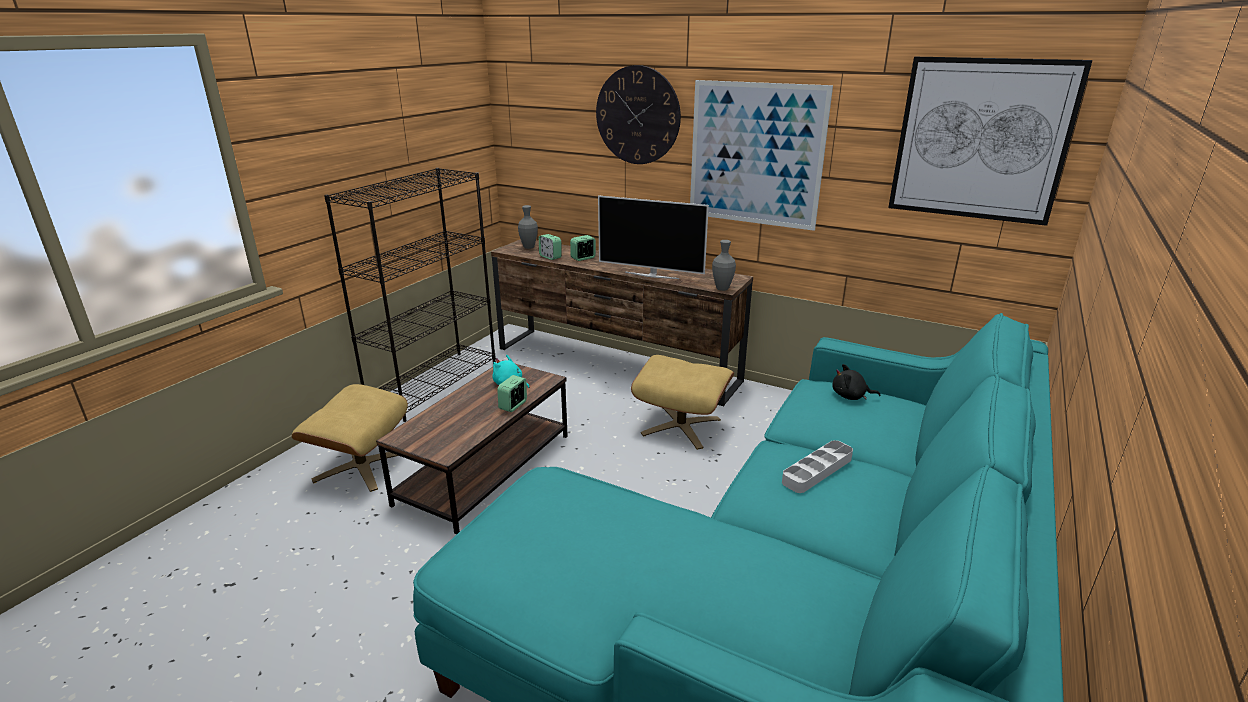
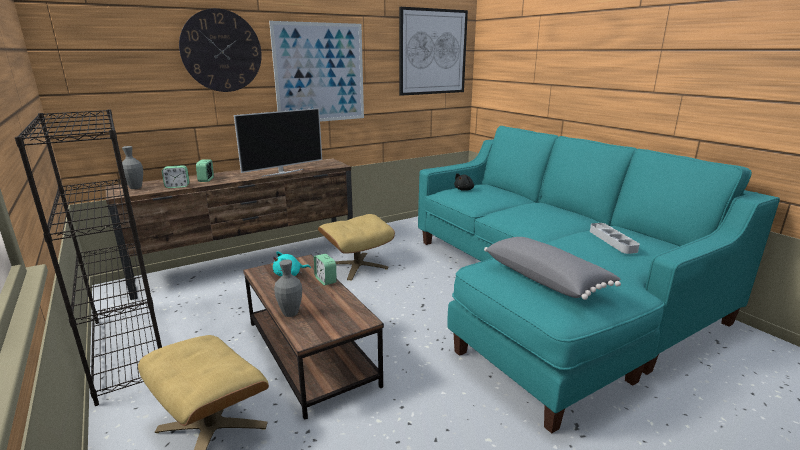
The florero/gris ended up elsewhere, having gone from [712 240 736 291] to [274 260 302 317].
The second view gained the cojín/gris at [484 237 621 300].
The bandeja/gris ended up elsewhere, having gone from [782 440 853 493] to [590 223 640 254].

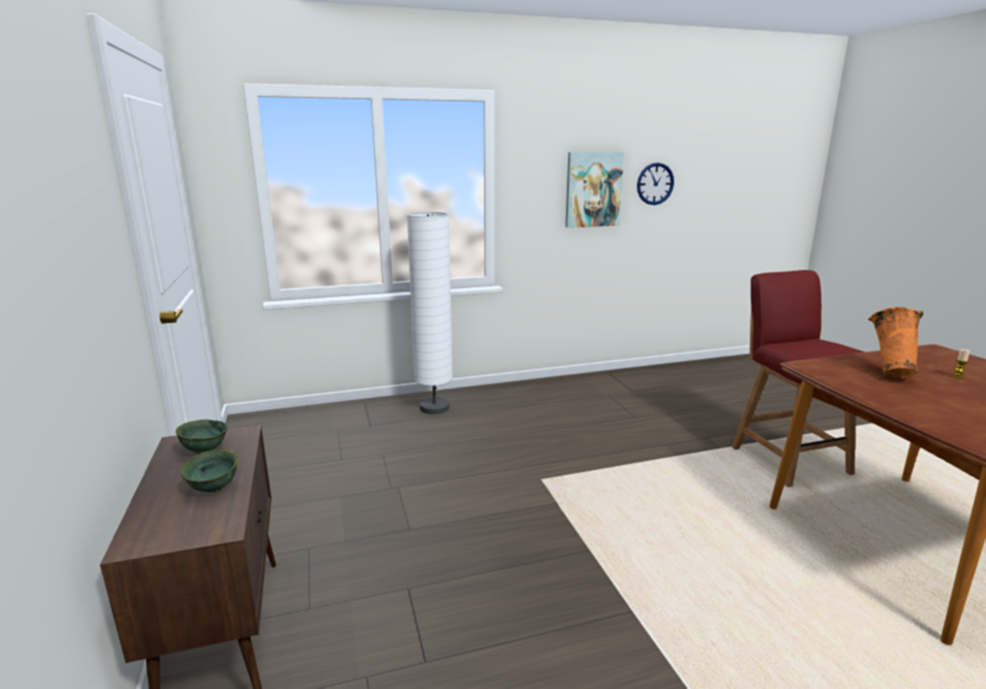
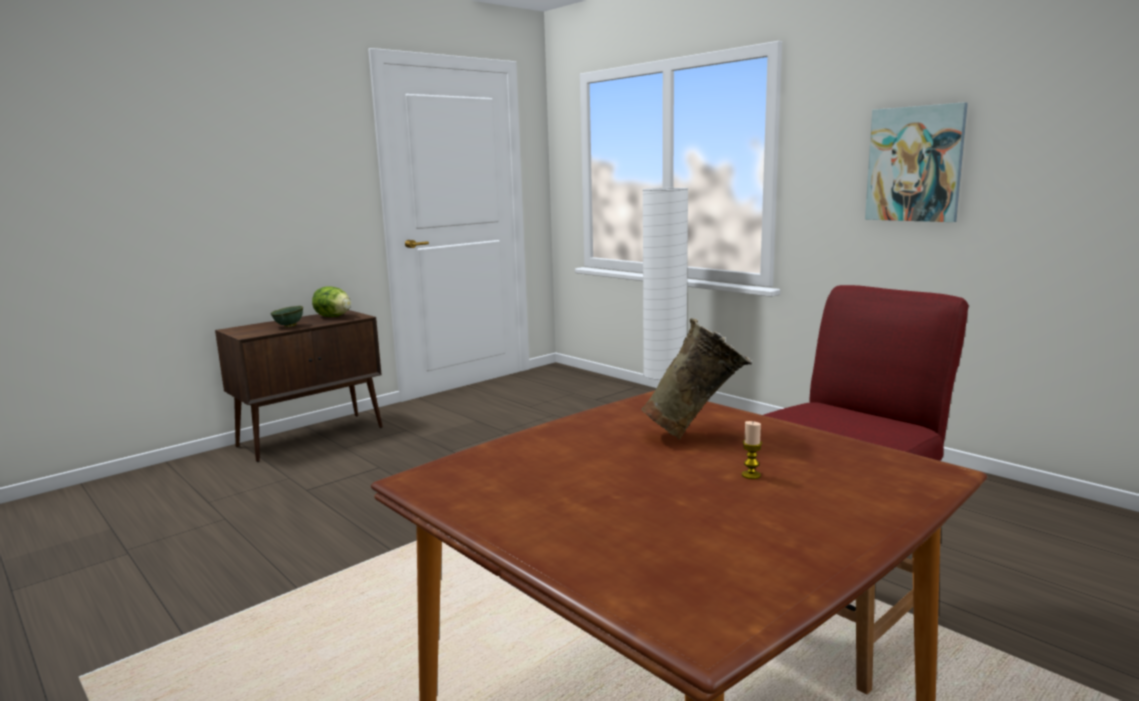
Where the cuenco/verde stood at [176 420 227 454], the lechuga came to stand at [312 286 351 317].
What was the florero/naranja at [868 307 923 378] turned into the florero/beis at [641 318 752 439].
The second view lost the reloj de pared at [637 163 674 205].

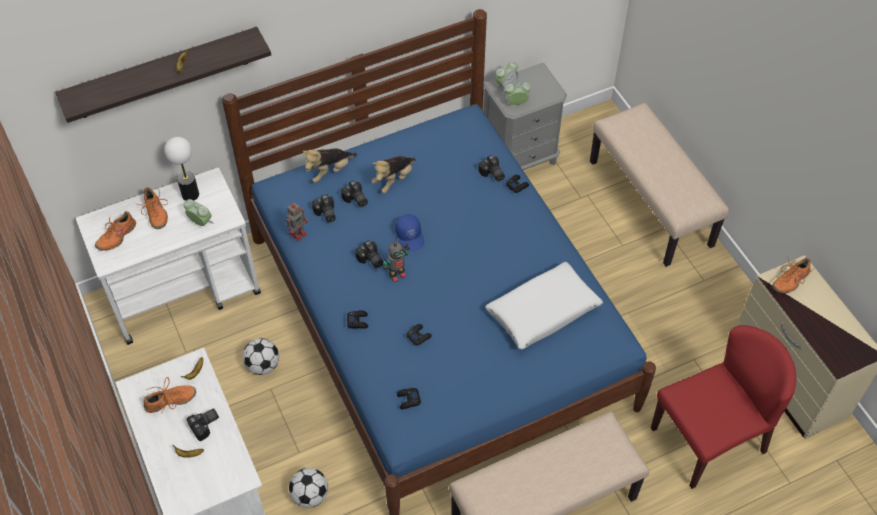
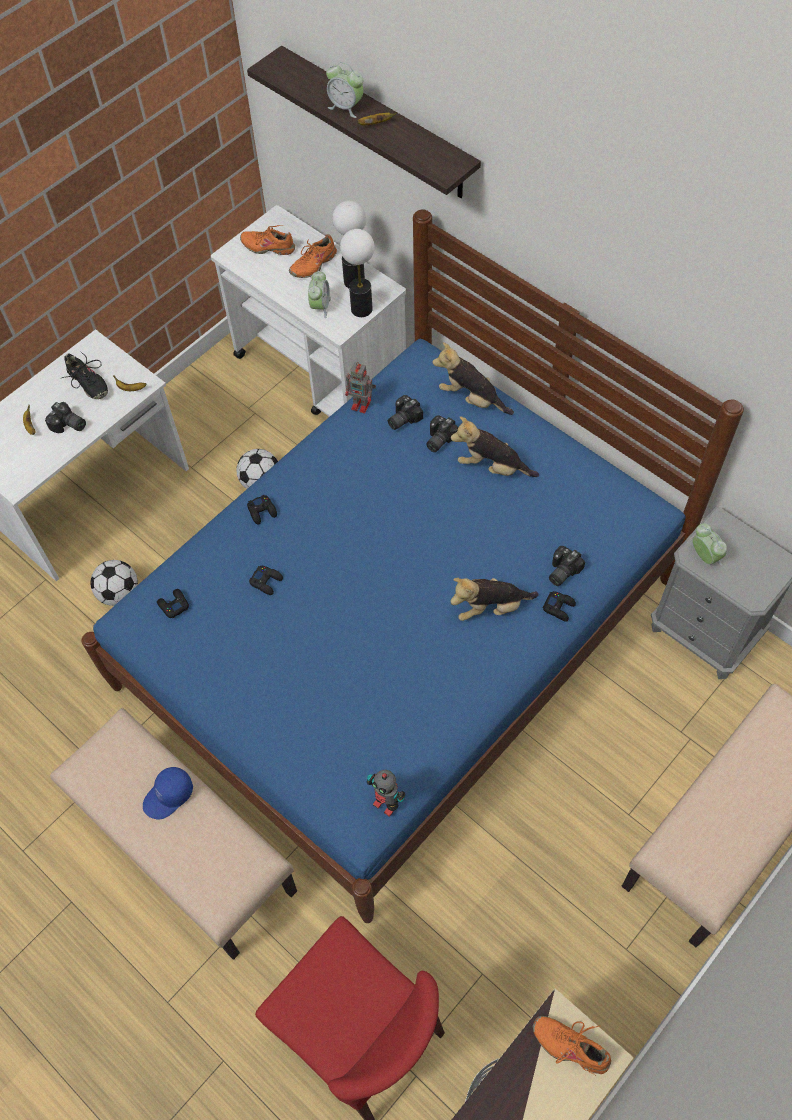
What was the zapato/naranja at [144 377 196 413] turned into the zapato/negro at [62 351 108 399].
The gorra/azul ended up elsewhere, having gone from [395 214 424 251] to [143 767 193 820].
The despertador ended up elsewhere, having gone from [496 62 518 94] to [326 62 364 118].
The second view gained the lámpara de mesa at [340 229 375 317].
The robot de juguete ended up elsewhere, having gone from [383 241 409 282] to [367 770 405 817].
The second view gained the peluche at [450 578 538 621].
The second view lost the cámara at [355 240 383 268].
The second view lost the cojín/blanco at [485 262 603 349].

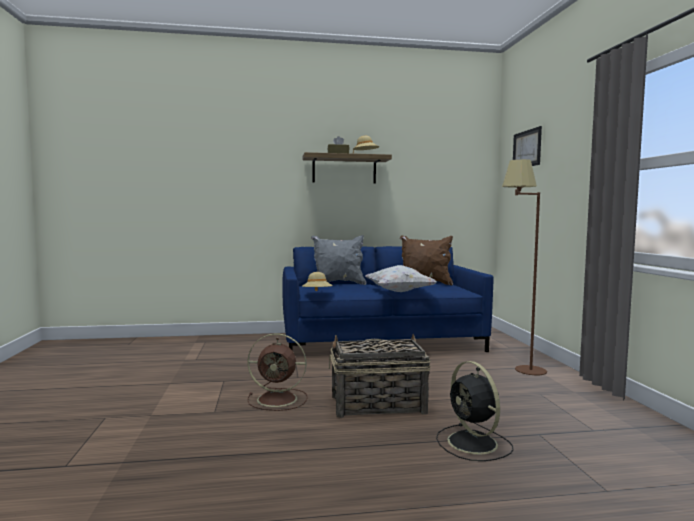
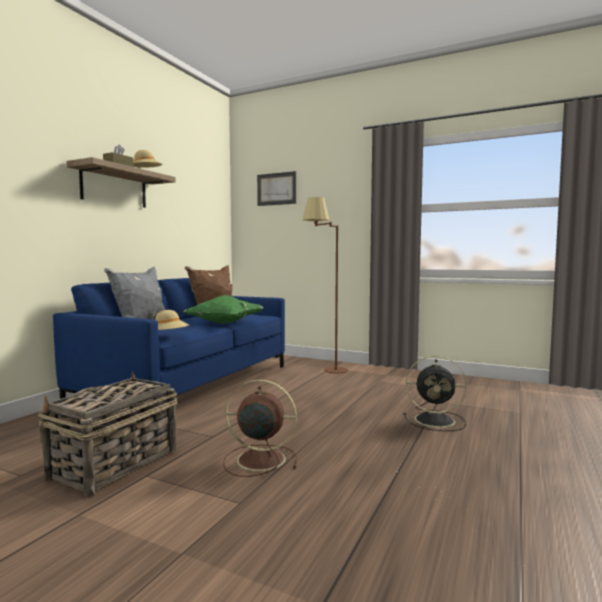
The cesta ended up elsewhere, having gone from [329 334 431 418] to [38 371 177 497].
What was the cojín/blanco at [365 265 437 292] turned into the cojín/verde at [183 295 264 324].
The ventilador/marrón at [247 333 308 411] ended up facing another way, 120 degrees counterclockwise from before.

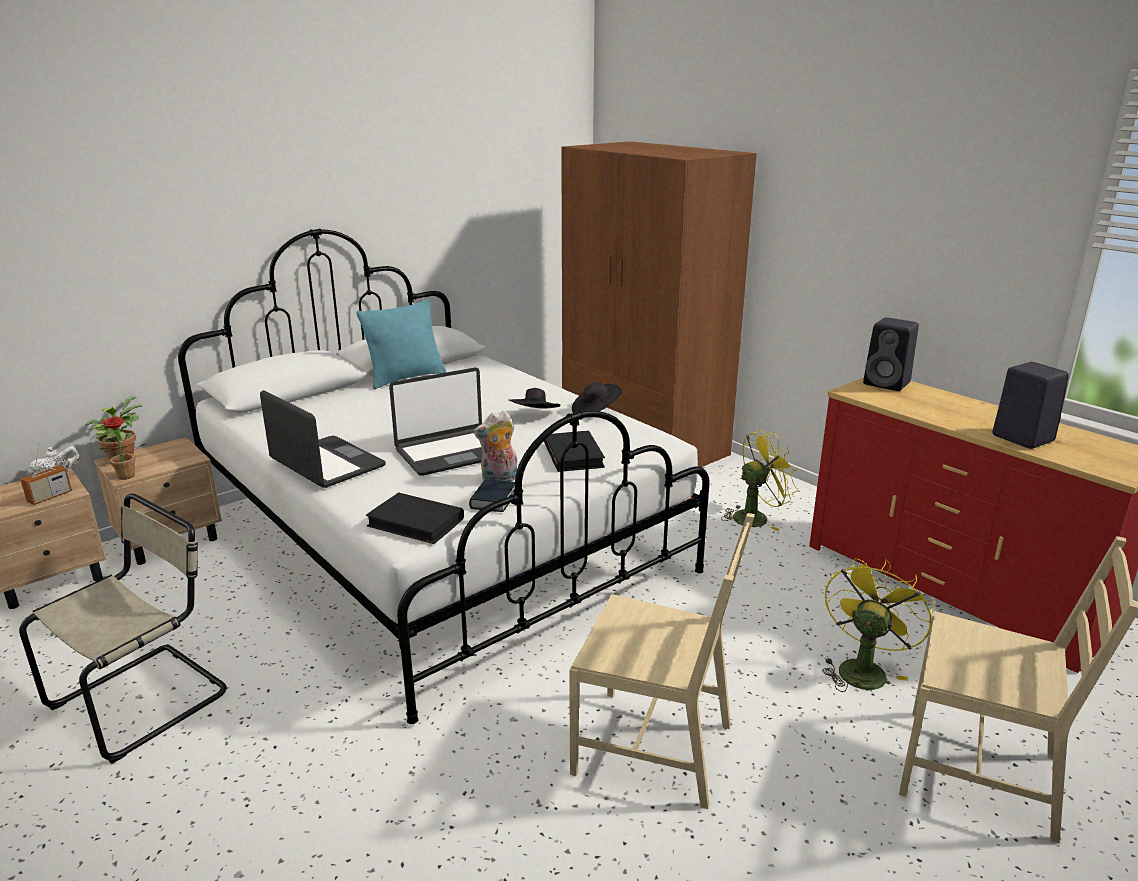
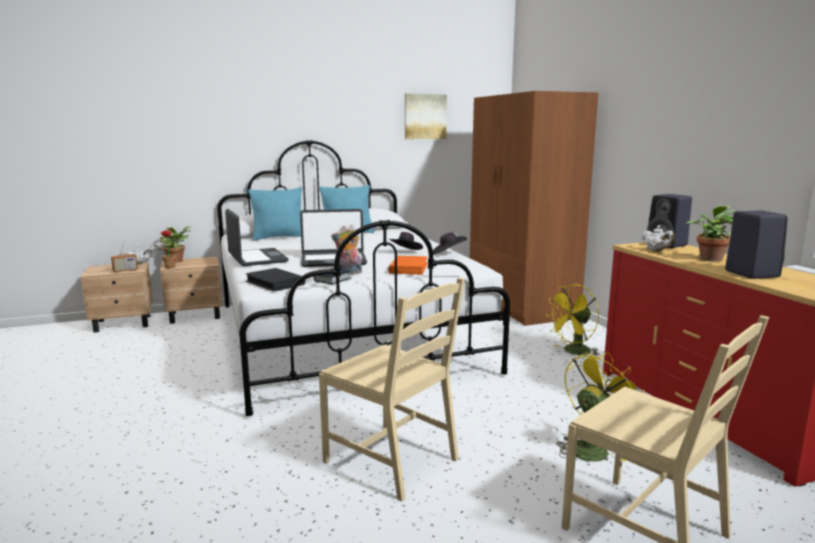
The second view gained the cojín/turquesa at [248 187 302 241].
What was the libro/negro at [544 431 605 472] turned into the libro/naranja at [388 256 428 275].
The second view gained the cuadro at [405 93 447 139].
The ventilador/amarillo at [721 431 798 531] ended up facing another way, 150 degrees clockwise from before.
The second view gained the tetera/blanco at [641 225 674 251].
The second view gained the planta en maceta at [686 205 736 262].
The second view lost the silla/beis at [19 493 227 763].

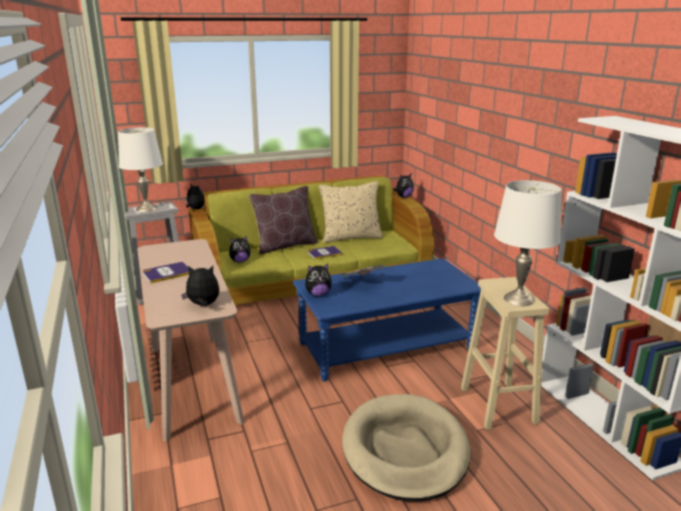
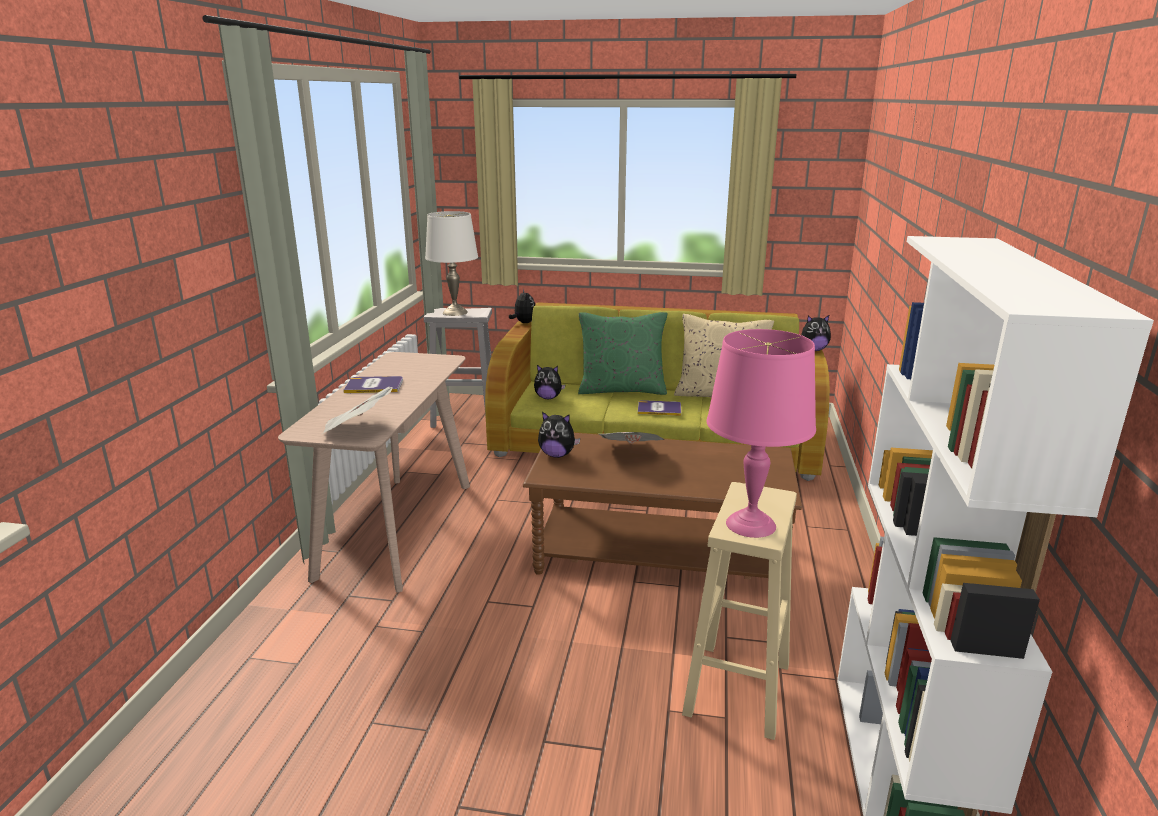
Where the peluche stood at [181 266 219 306], the periódico came to stand at [322 386 393 434].
What was the mesa de centro/azul at [293 258 481 381] turned into the mesa de centro/marrón at [523 433 802 579].
What was the cojín/marrón at [249 186 318 254] turned into the cojín/verde at [578 312 668 395].
What was the lámpara de mesa/blanco at [494 180 562 306] turned into the lámpara de mesa/rosa at [707 329 816 538].
The second view lost the cama para perro/beis at [342 394 471 502].

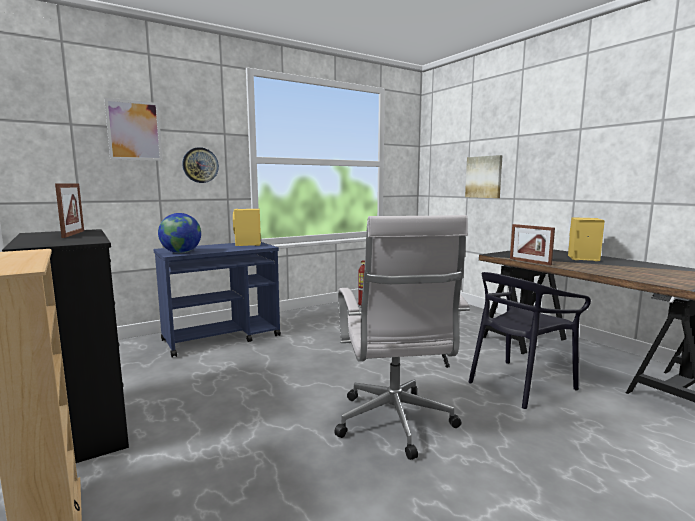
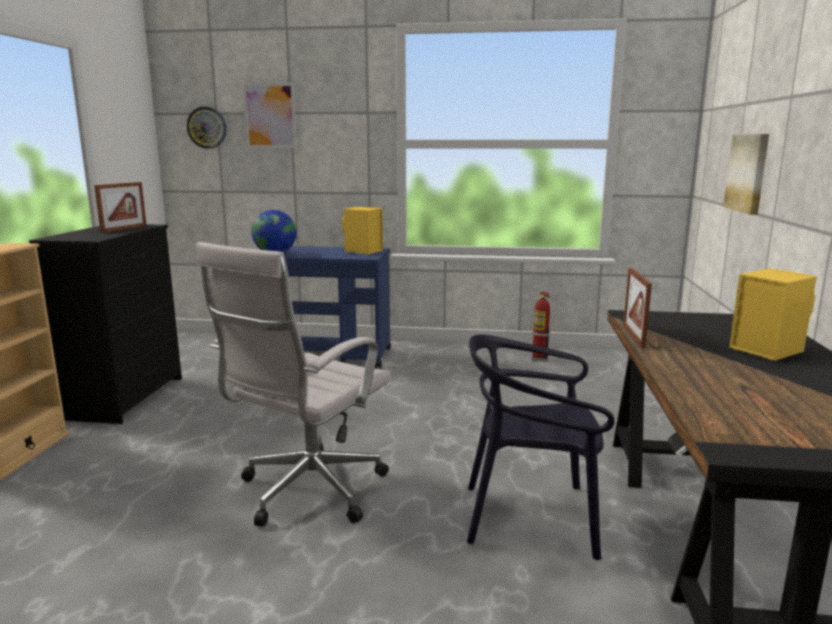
The reloj de pared ended up elsewhere, having gone from [182 147 219 183] to [187 107 226 149].

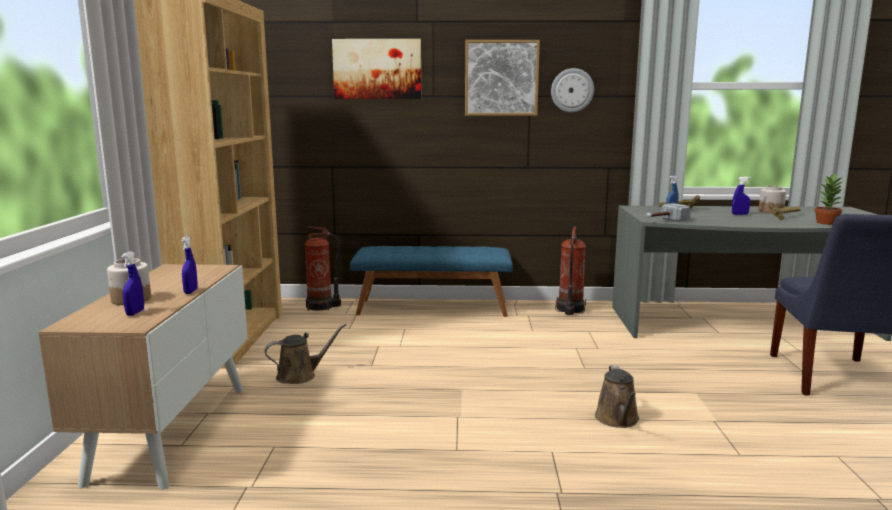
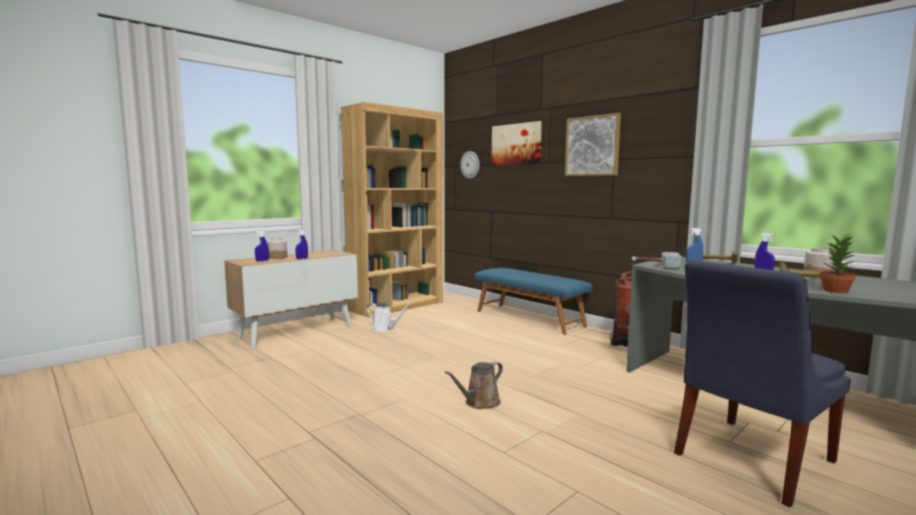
What was the regadera/marrón at [265 323 346 384] turned into the regadera/blanco at [366 302 412 332].
The reloj de pared ended up elsewhere, having gone from [551 68 594 113] to [460 151 480 179].
The second view lost the extintor at [305 226 341 311].

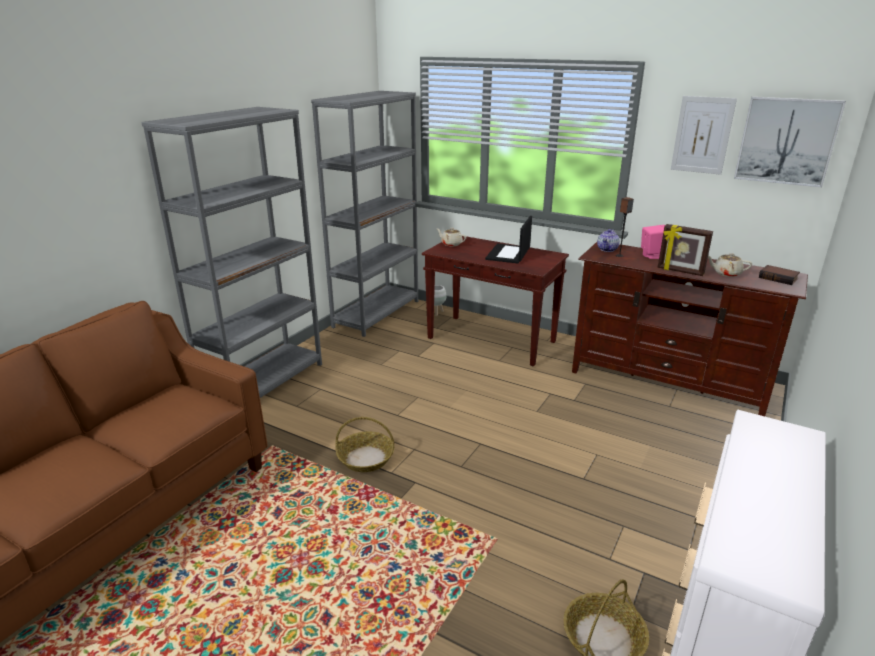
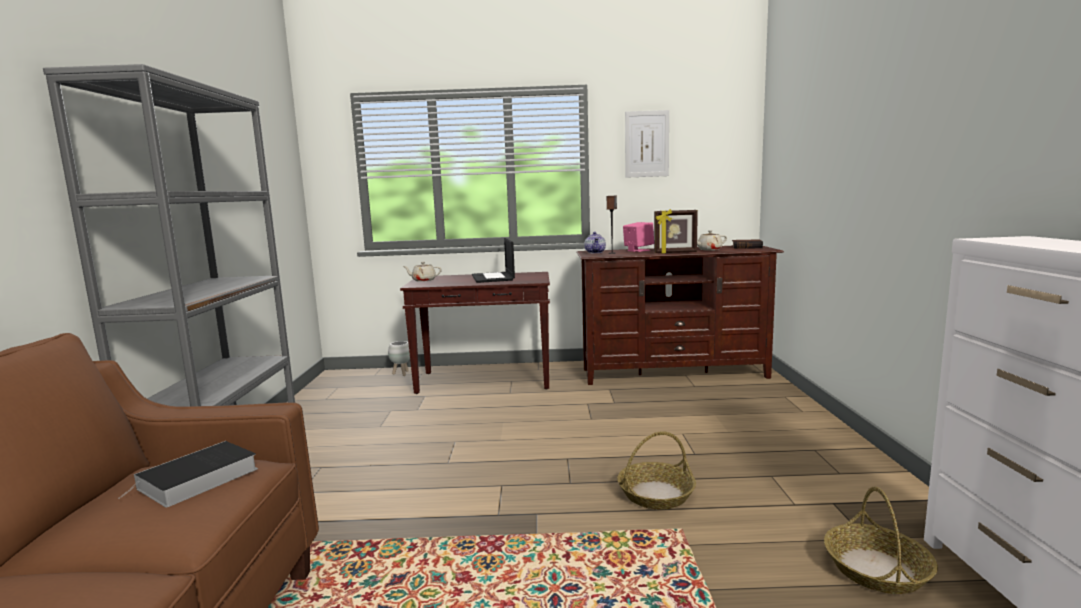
The second view gained the libro at [119 441 258 507].
The cesta ended up elsewhere, having gone from [335 417 394 472] to [617 431 696 509].
The second view lost the estantería/gris at [311 91 418 337].
The second view lost the cuadro at [734 97 846 188].

